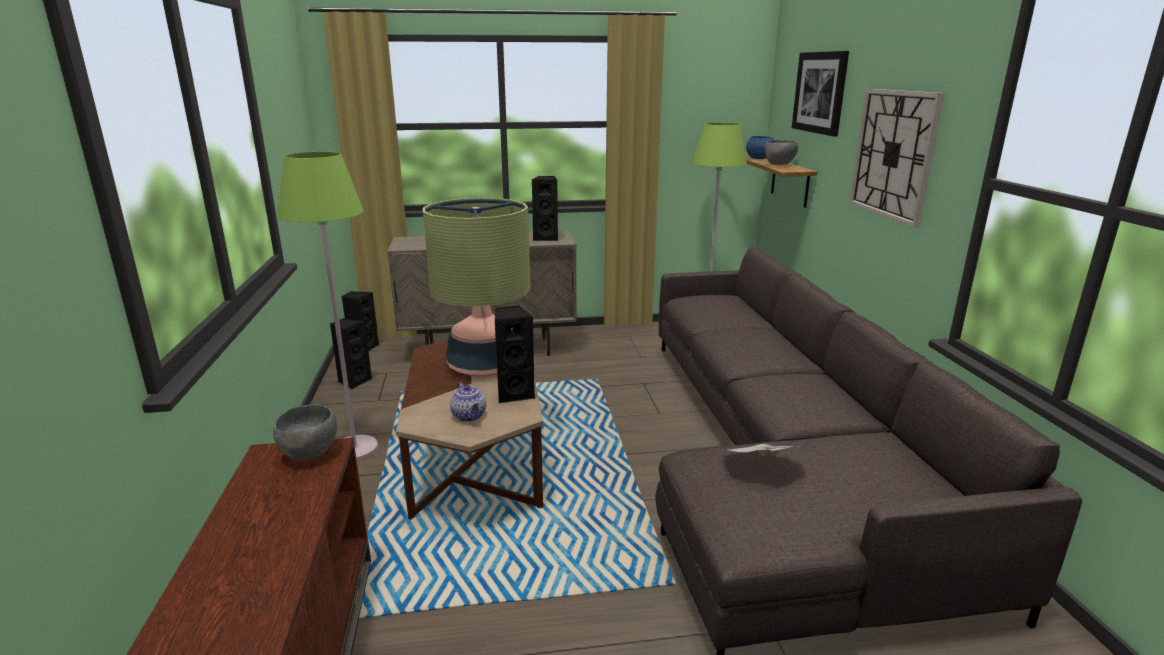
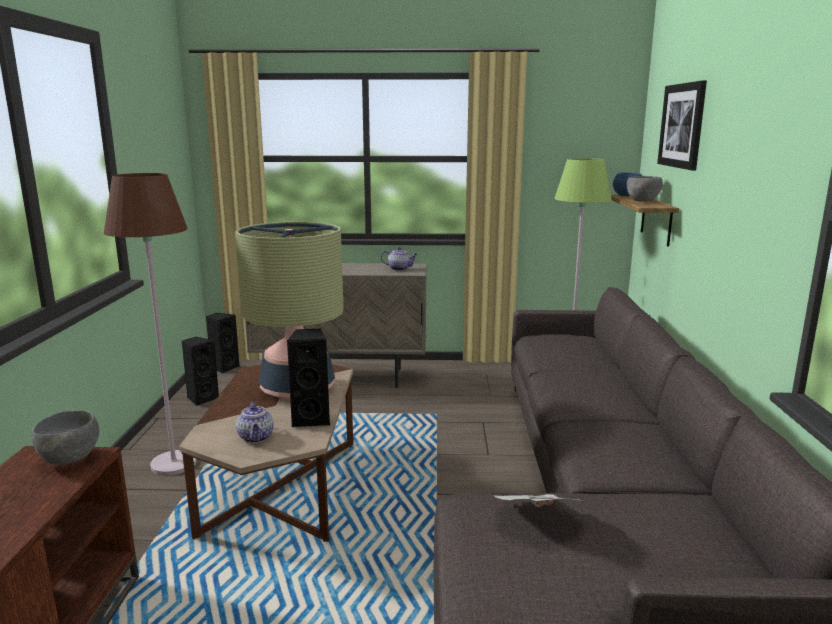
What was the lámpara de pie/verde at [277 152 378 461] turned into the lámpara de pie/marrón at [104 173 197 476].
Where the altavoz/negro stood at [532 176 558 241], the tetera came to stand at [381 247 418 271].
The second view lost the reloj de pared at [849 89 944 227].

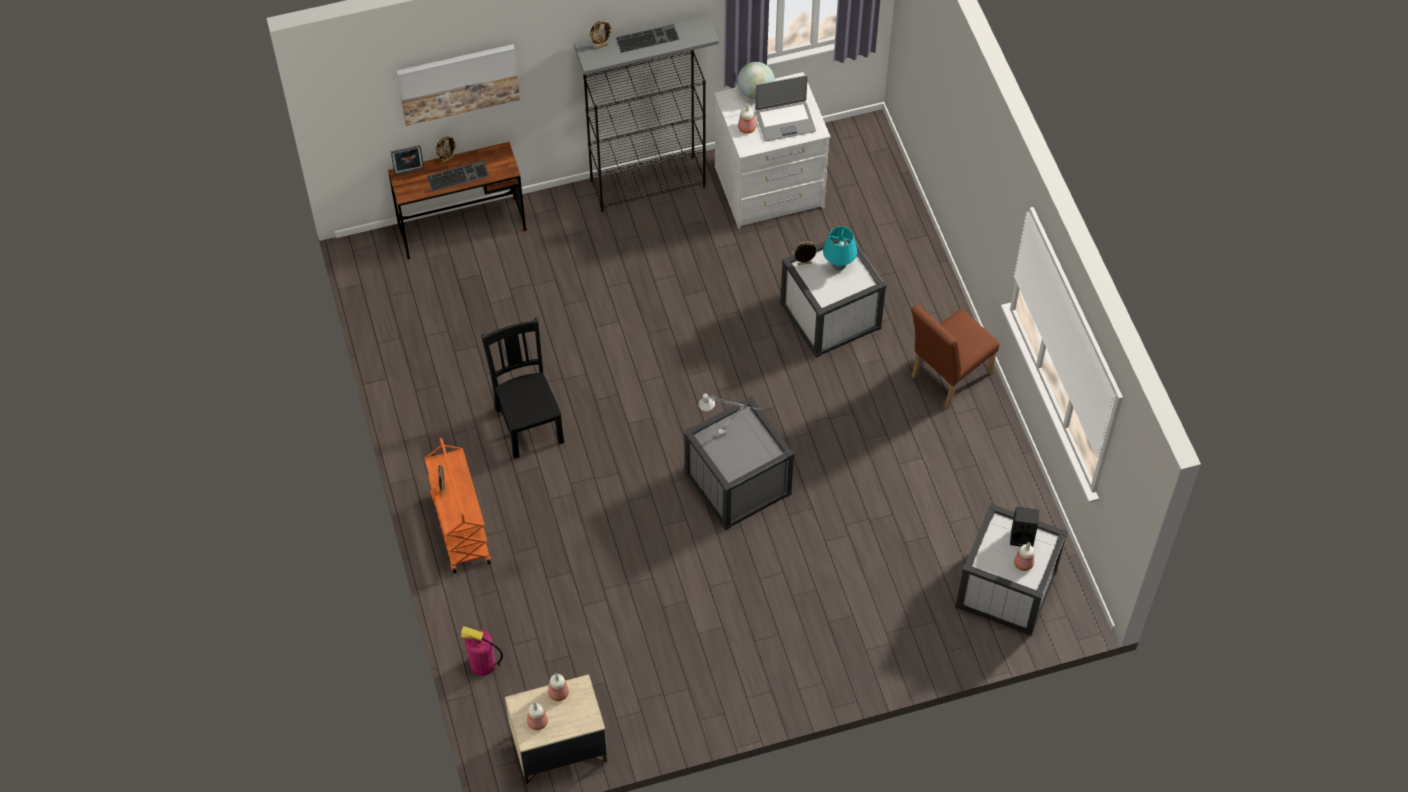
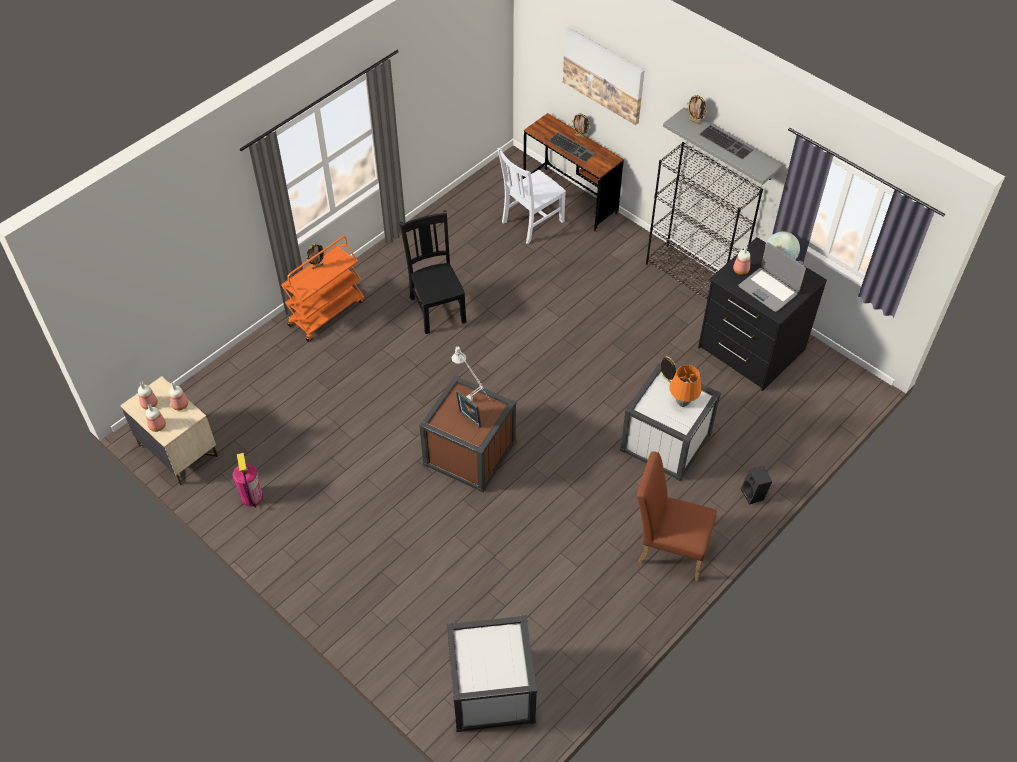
The botella ended up elsewhere, having gone from [1014 542 1034 571] to [146 404 166 432].
The extintor ended up elsewhere, having gone from [460 626 503 676] to [233 453 263 508].
The silla/negro at [481 318 564 459] ended up facing another way, 60 degrees counterclockwise from before.
What was the caja de almacenaje/gris at [684 396 794 530] turned into the caja de almacenaje/marrón at [419 375 516 493].
The portarretratos ended up elsewhere, having gone from [391 145 424 175] to [456 390 481 428].
The second view gained the silla/blanco at [497 148 566 244].
What was the lámpara de mesa/turquesa at [823 226 857 271] turned into the lámpara de mesa/naranja at [669 365 702 407].
What was the cómoda/blanco at [714 72 830 229] turned into the cómoda/negro at [698 237 827 391].
The altavoz/negro ended up elsewhere, having gone from [1010 507 1039 547] to [741 466 772 505].

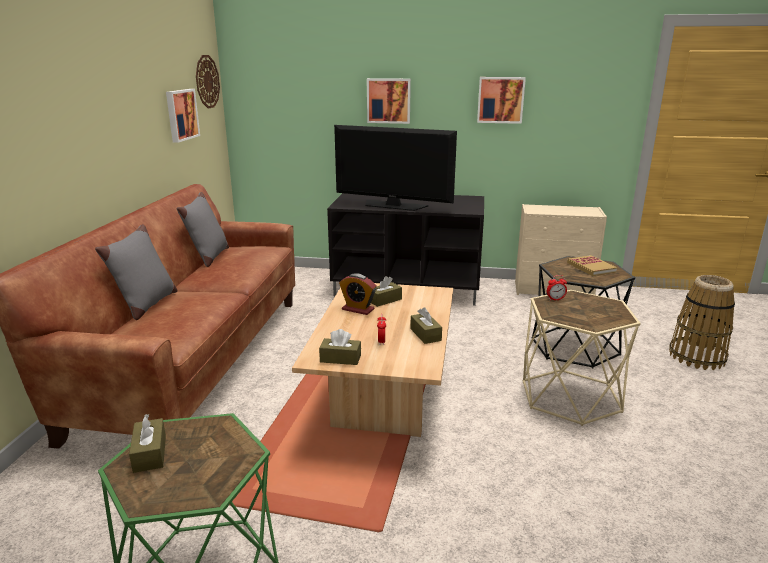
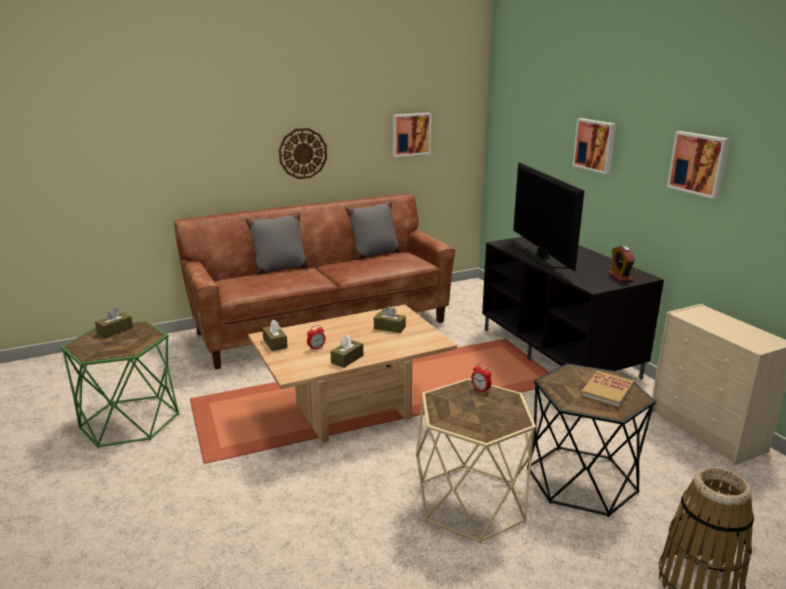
The reloj de pared ended up elsewhere, having gone from [196 55 220 109] to [279 128 327 179].
The despertador ended up elsewhere, having gone from [339 274 377 315] to [608 245 635 282].

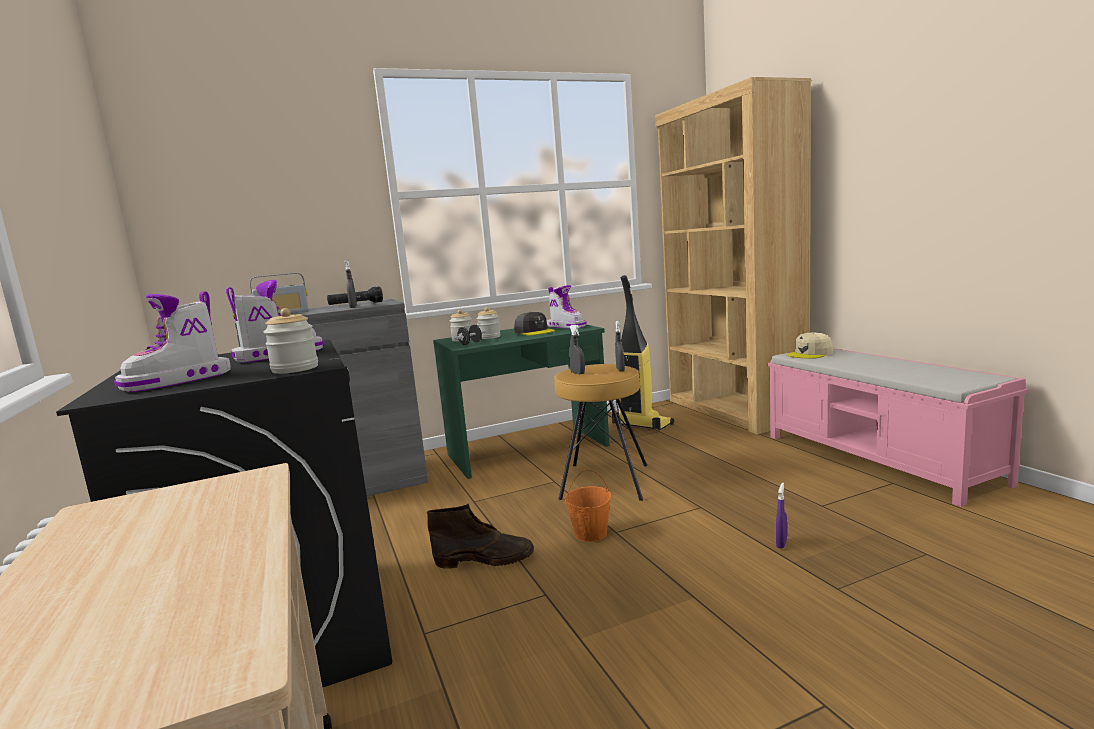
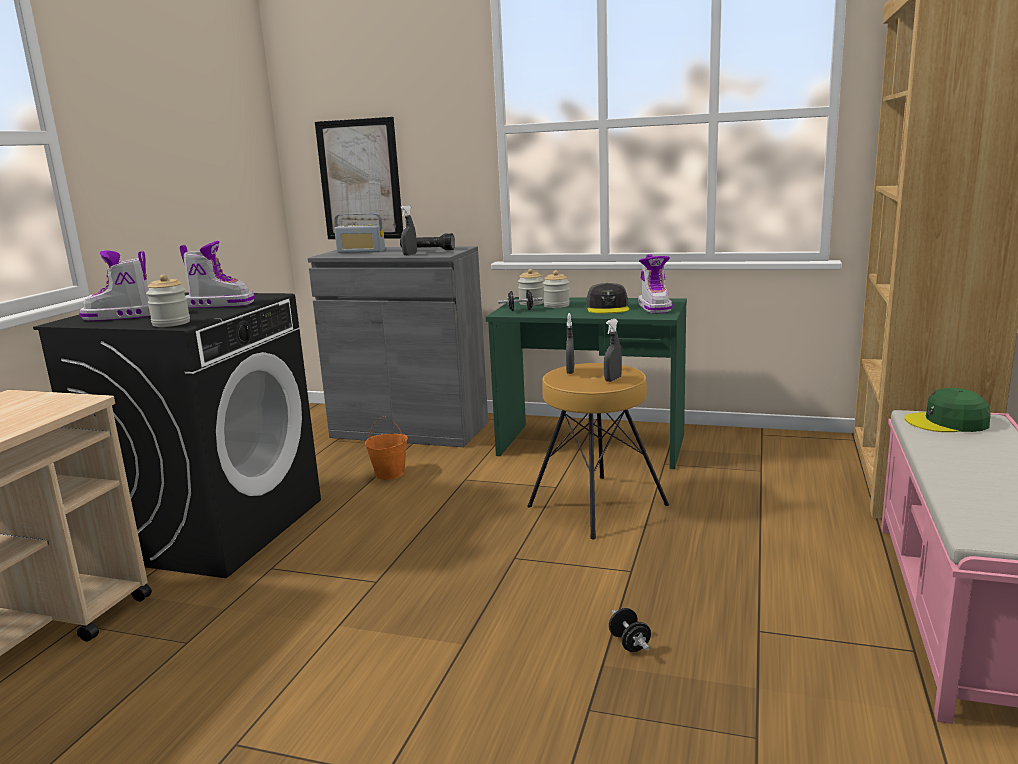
The second view gained the cuadro at [315 117 403 239].
The cubo/naranja ended up elsewhere, having gone from [564 469 611 542] to [365 416 408 480].
Where the pulverizador/morado stood at [776 483 787 549], the mancuerna/negro came to stand at [609 608 651 652].
What was the gorra/beis at [787 332 833 359] turned into the gorra/verde at [904 388 991 432].
The second view lost the bota/marrón at [427 504 534 569].
The second view lost the aspiradora at [612 275 674 430].

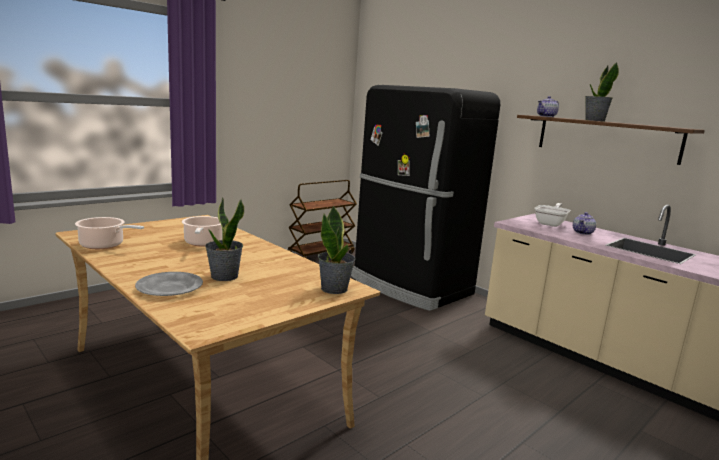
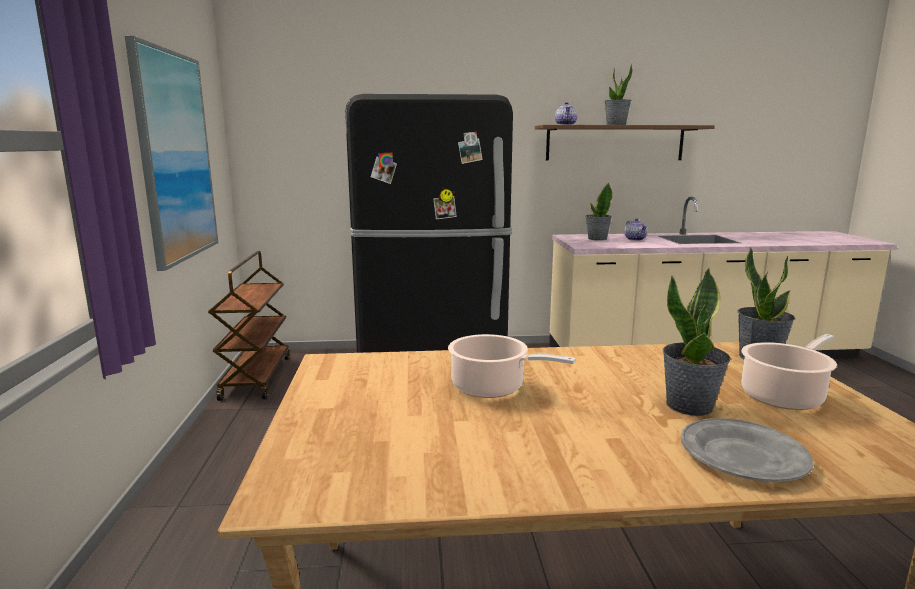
The second view gained the cuadro at [125 36 218 271].
Where the sartén stood at [534 203 571 227], the planta en maceta came to stand at [585 182 612 240].
The olla ended up elsewhere, having gone from [75 217 144 249] to [741 334 837 410].

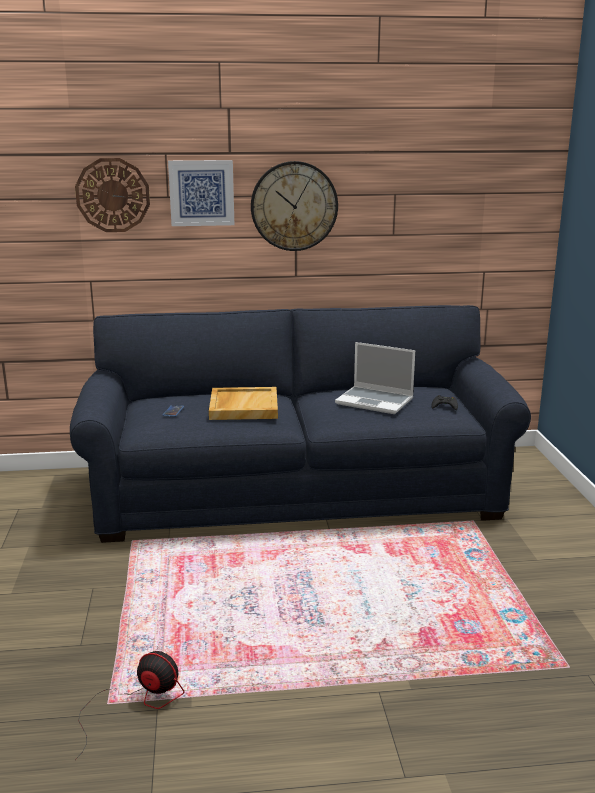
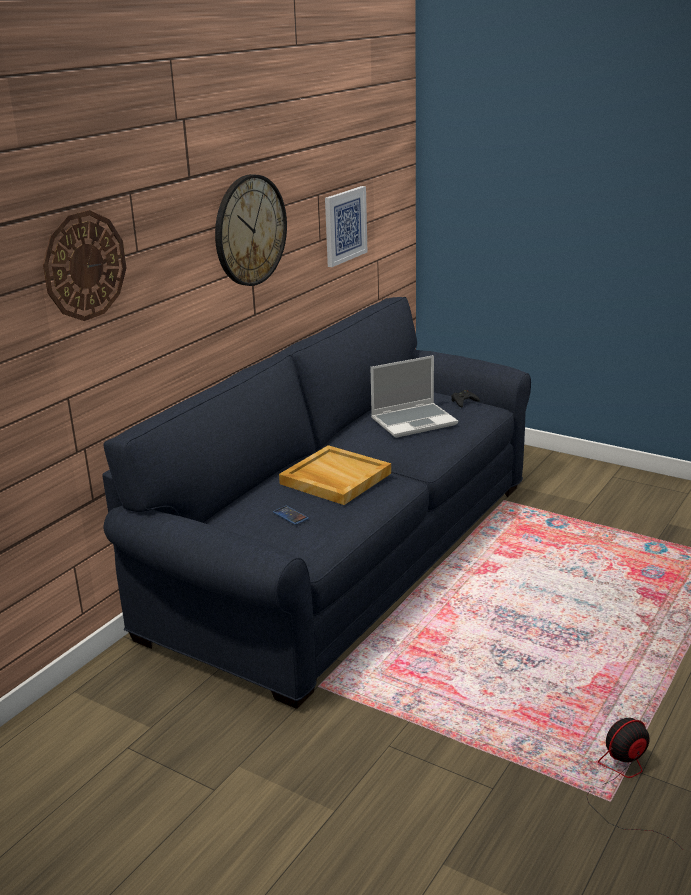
The cuadro ended up elsewhere, having gone from [168 160 234 226] to [325 186 367 267].

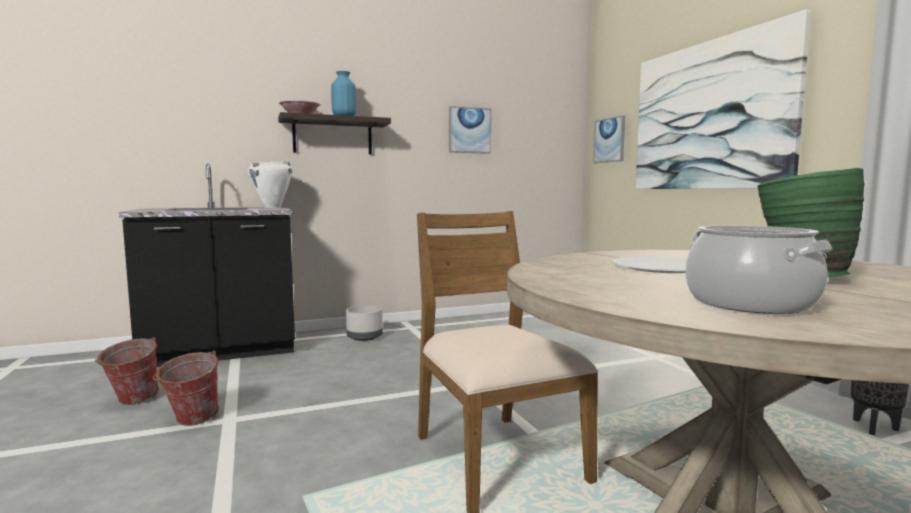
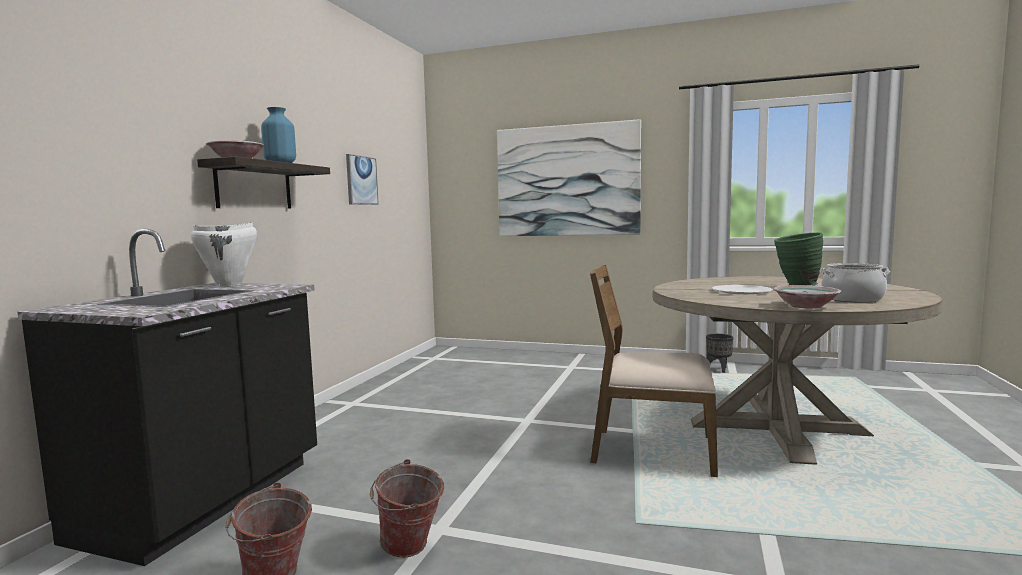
The second view gained the cuenco at [773 285 842 309].
The second view lost the maceta/gris at [346 305 383 341].
The second view lost the cuadro at [593 115 625 163].

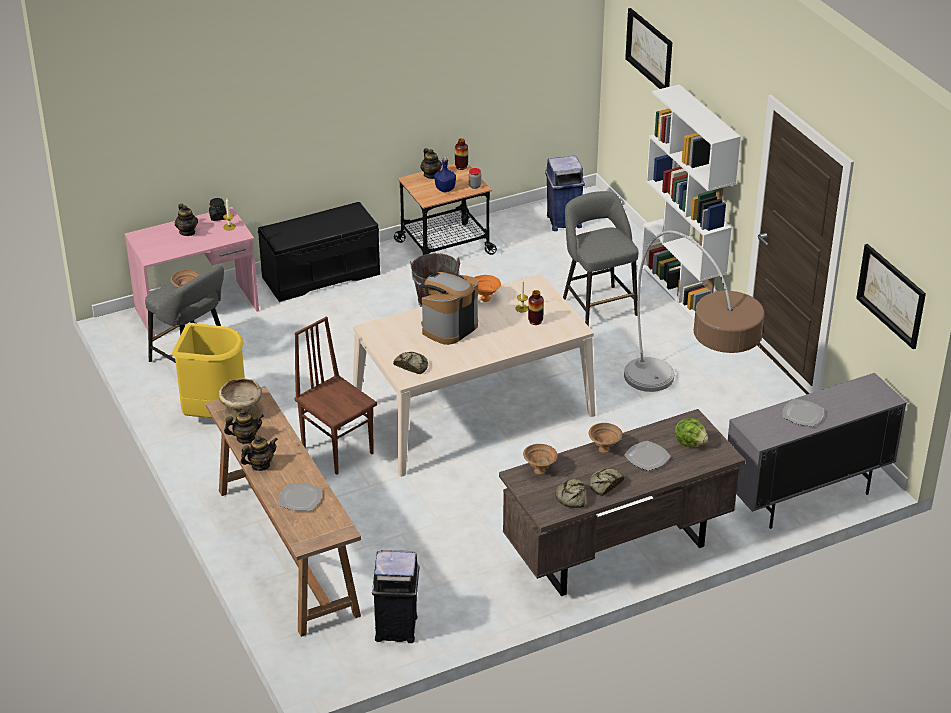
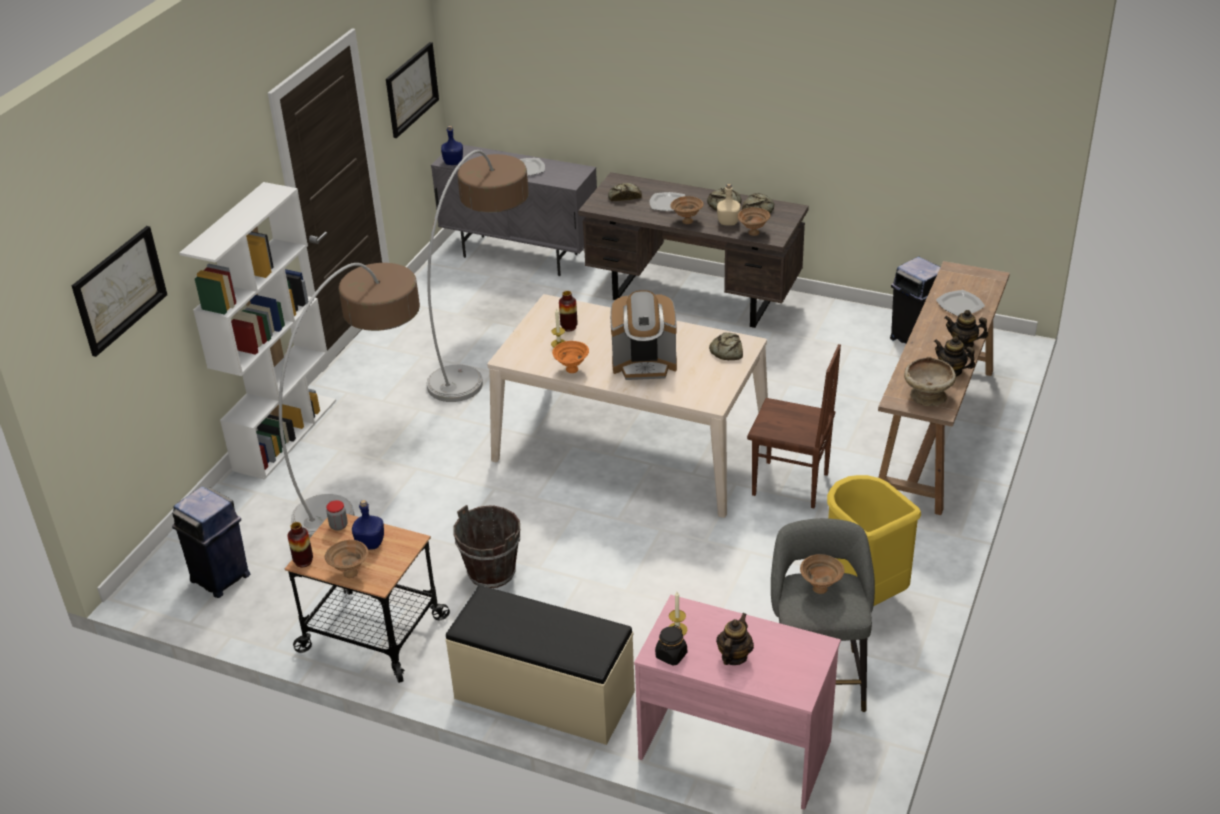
Where the taburete/gris stood at [563 191 638 326], the lámpara de pie came to stand at [279 263 420 538].
Where the tetera stood at [420 148 442 179], the cuenco/marrón came to stand at [325 540 369 578].
The second view gained the botella/azul at [441 126 463 165].
What was the banco/negro at [258 202 380 302] turned into the banco/beis at [445 585 635 745].
Where the lechuga stood at [675 418 708 447], the pan came to stand at [608 183 642 201].
The second view gained the botella/beis at [717 184 740 226].
The silla/marrón at [294 317 377 475] ended up facing another way, 75 degrees counterclockwise from before.

